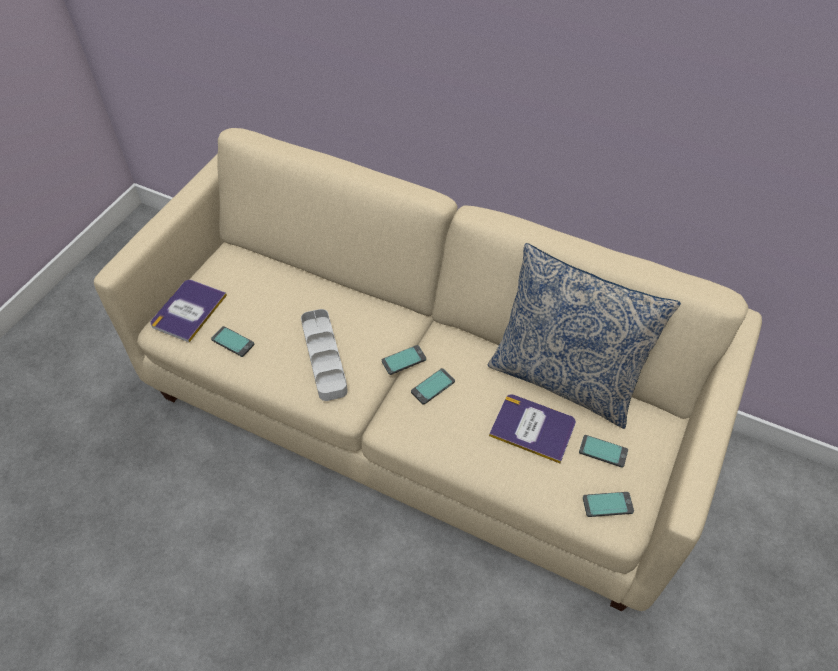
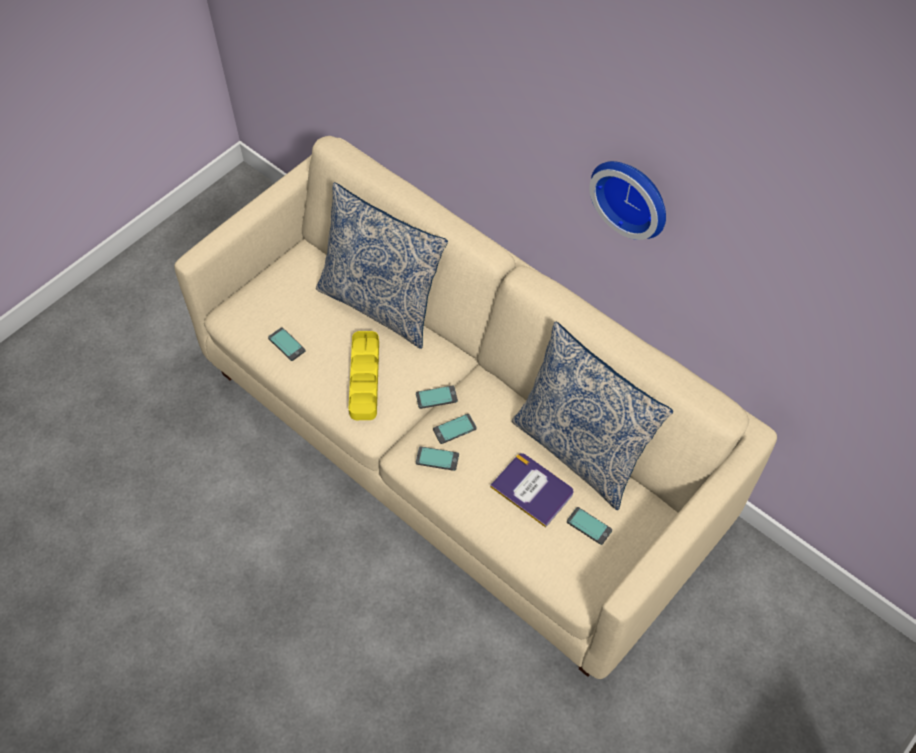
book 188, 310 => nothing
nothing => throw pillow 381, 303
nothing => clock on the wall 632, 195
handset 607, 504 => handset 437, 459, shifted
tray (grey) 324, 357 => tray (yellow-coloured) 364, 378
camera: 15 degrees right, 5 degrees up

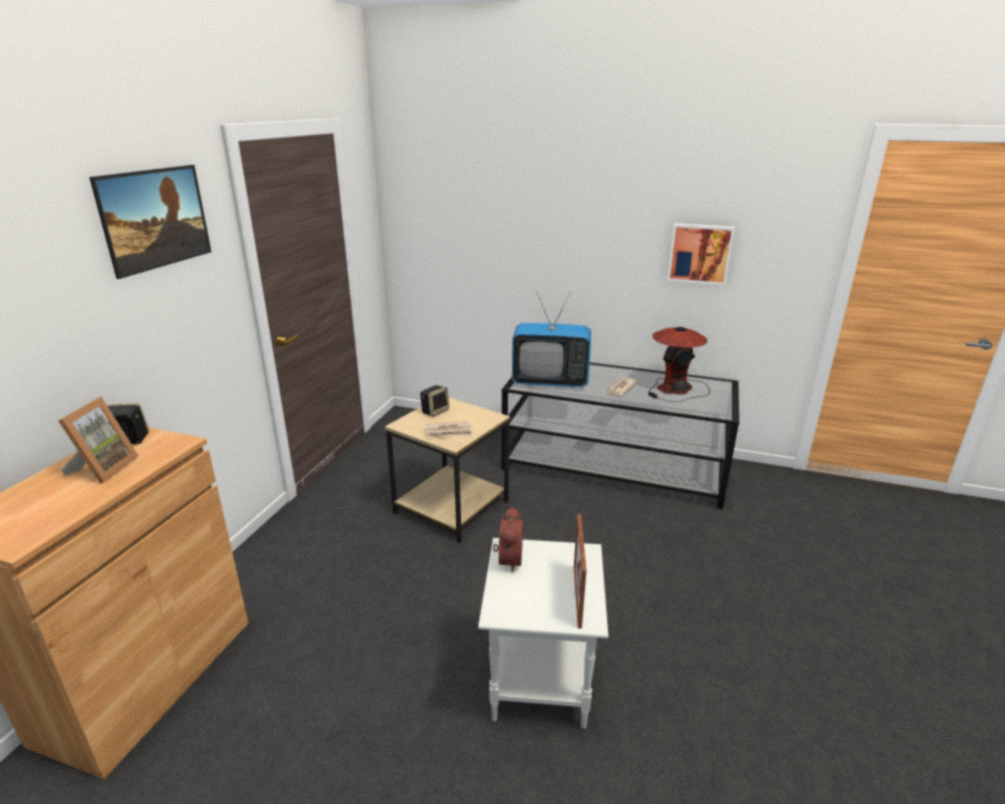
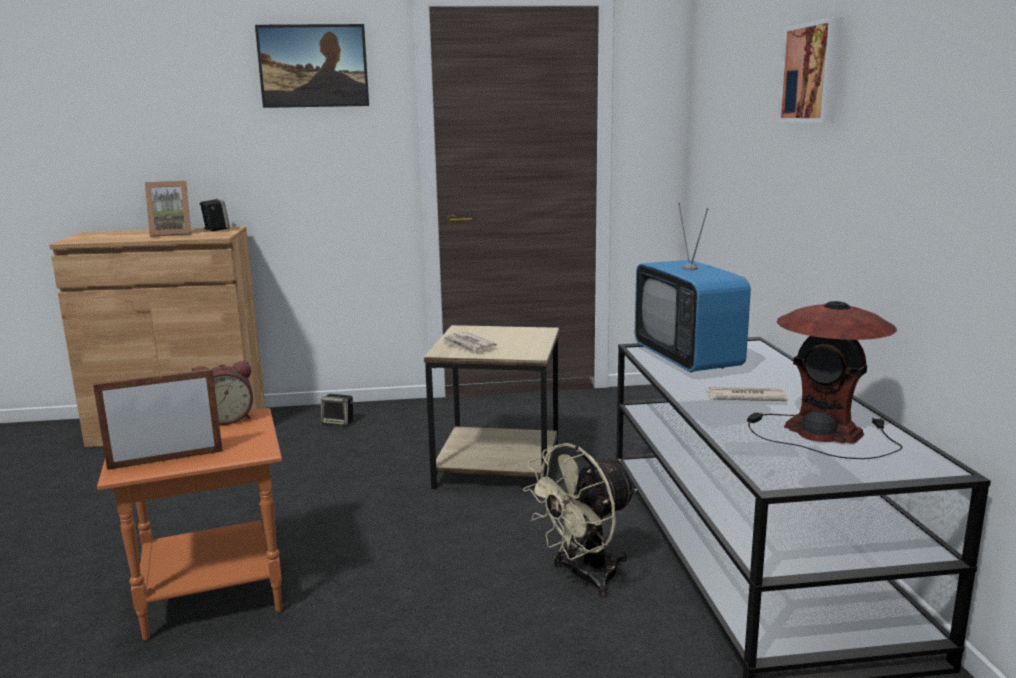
nothing => cooling fan (beige-coloured) 583, 577
loudspeaker 435, 411 => loudspeaker 339, 422, shifted
wall art 700, 253 => wall art 813, 73, shifted
end table (white) 540, 683 => end table (orangey) 211, 595
camera: 65 degrees right, 10 degrees down

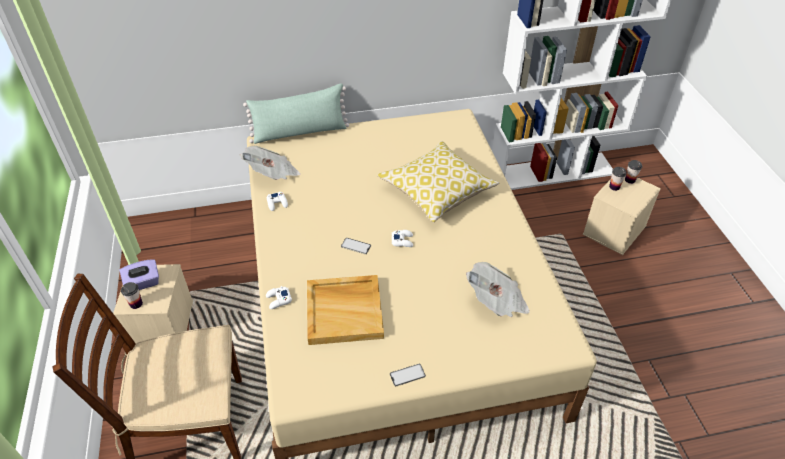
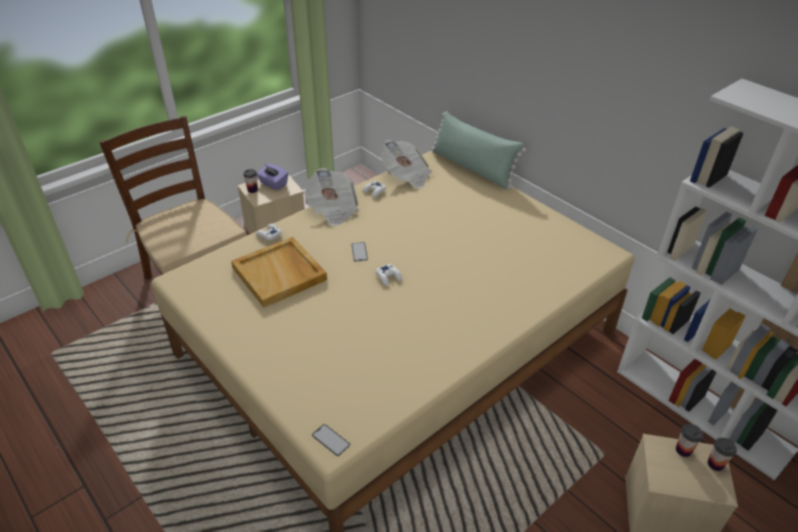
throw pillow 437, 191 => nothing
handset 407, 375 => handset 331, 440, shifted
daily paper 496, 302 => daily paper 332, 209, shifted
camera: 60 degrees right, 5 degrees down

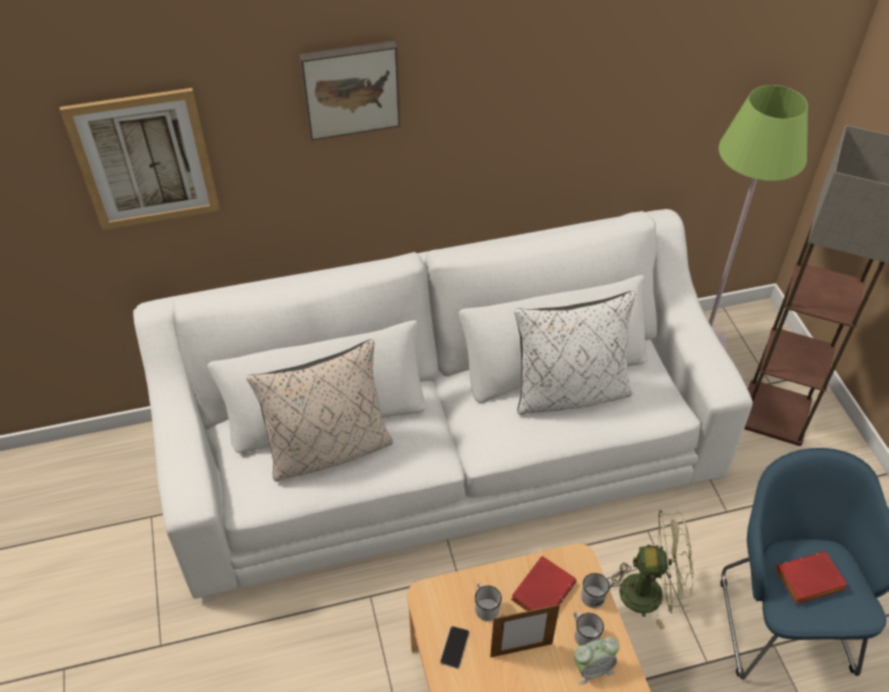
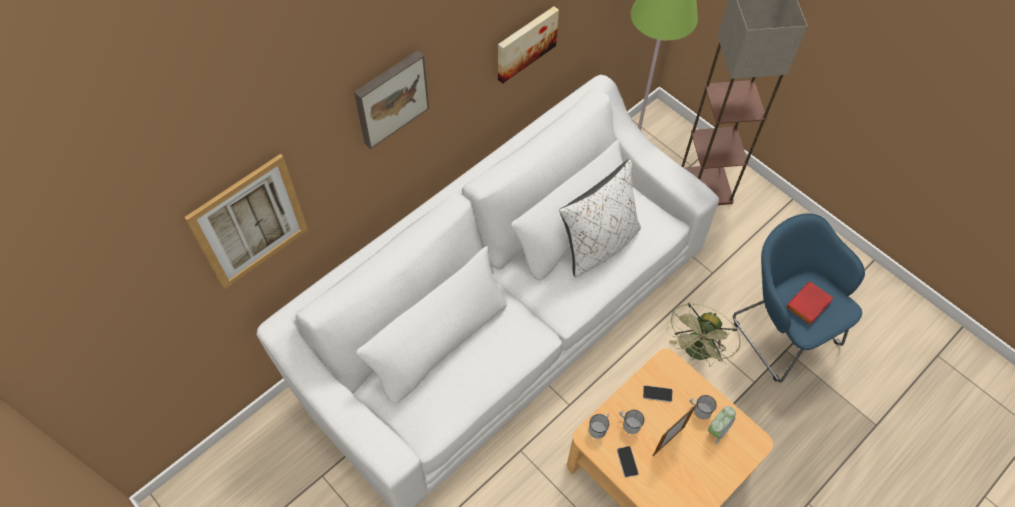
throw pillow (beige-coloured) 329, 449 => nothing
nothing => wall art 525, 43
mug (white) 596, 595 => mug (white) 599, 427, shifted
book (reddish) 542, 590 => handset 657, 394
cooling fan (greenish) 651, 592 => cooling fan (greenish) 697, 352, 150 degrees clockwise
camera: 30 degrees left, 10 degrees up

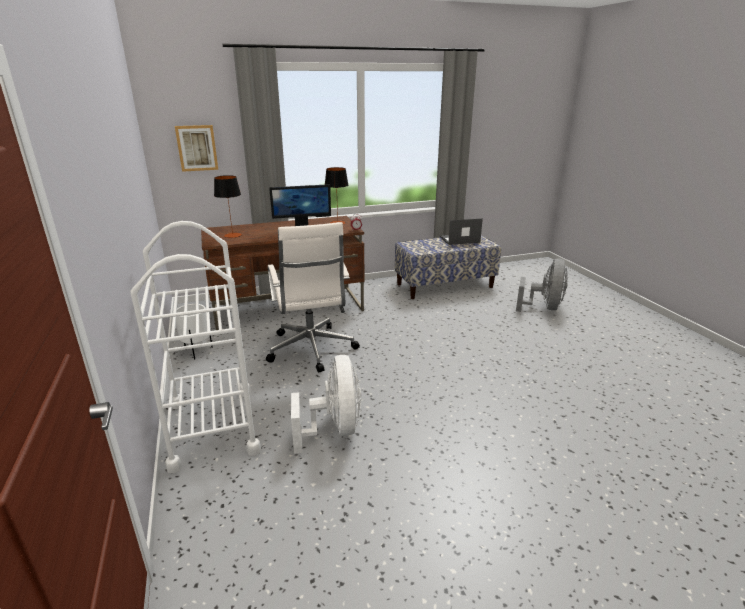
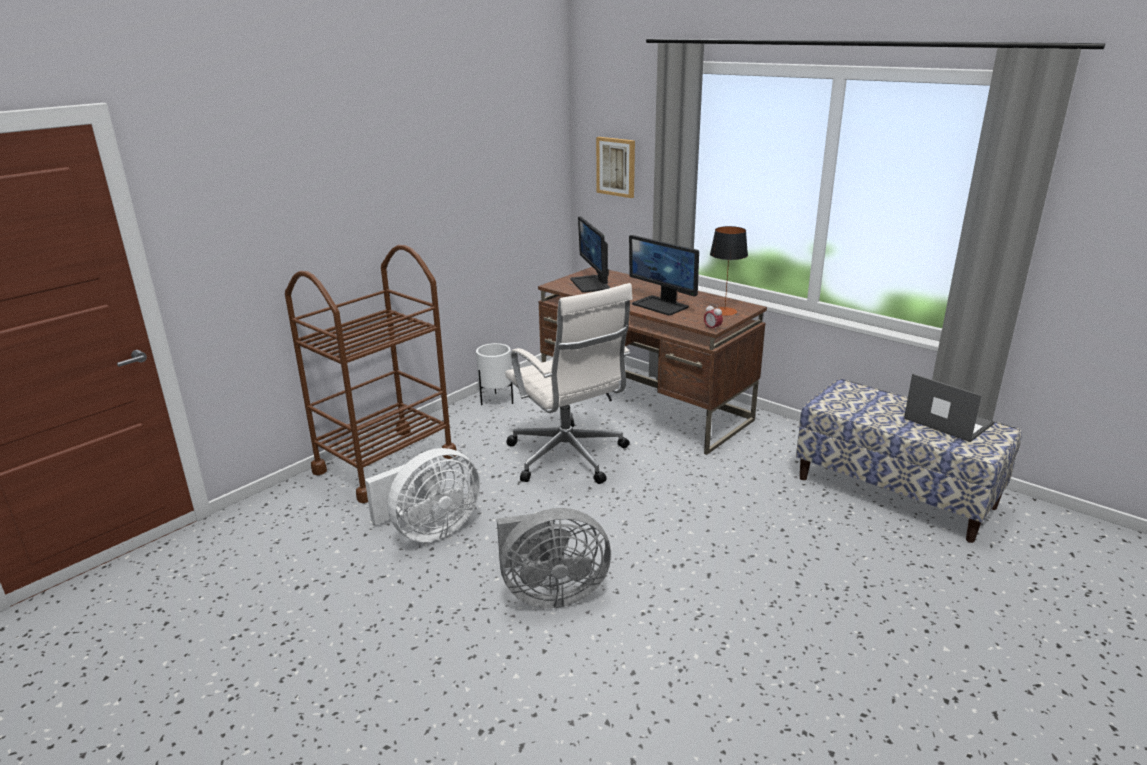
cooling fan (grey) 544, 307 => cooling fan (grey) 550, 593, shifted
tabletop lamp 232, 235 => monitor 591, 284
cart (white) 213, 427 => cart (brown-coloured) 385, 463
computer chair (white) 311, 350 => computer chair (white) 568, 457, 75 degrees counterclockwise
camera: 60 degrees right, 0 degrees up

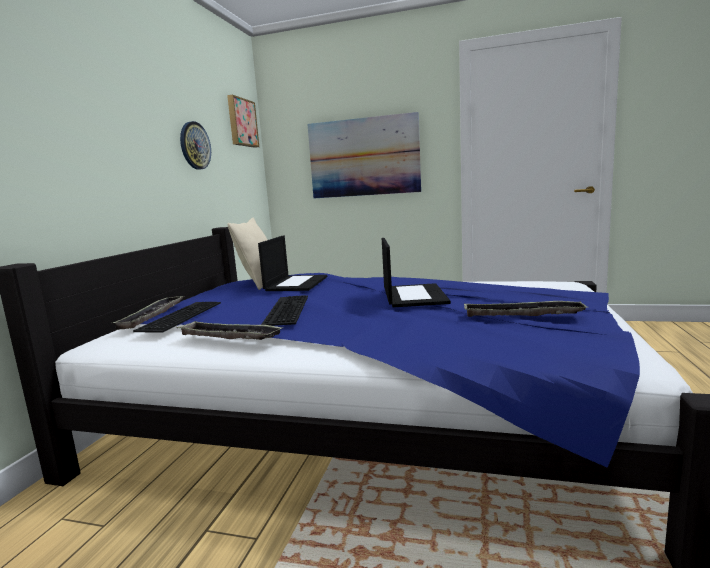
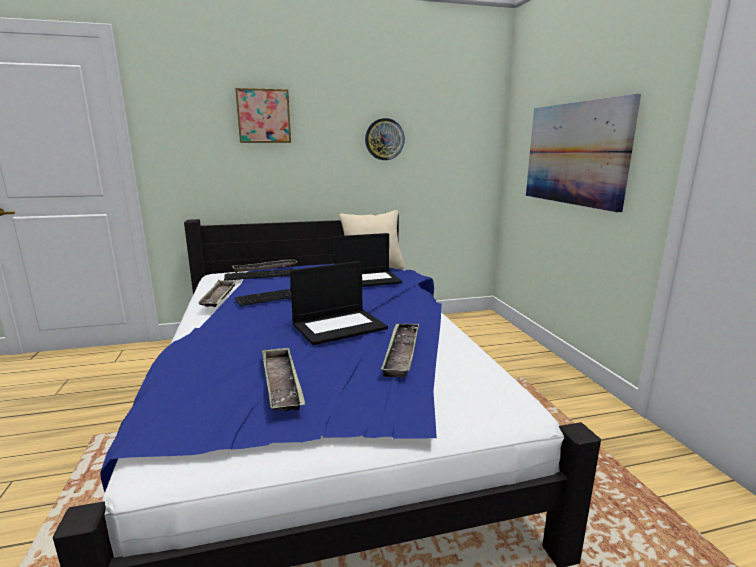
nothing => tray 401, 352
wall art 241, 122 => wall art 263, 116, shifted
camera: 60 degrees right, 5 degrees up

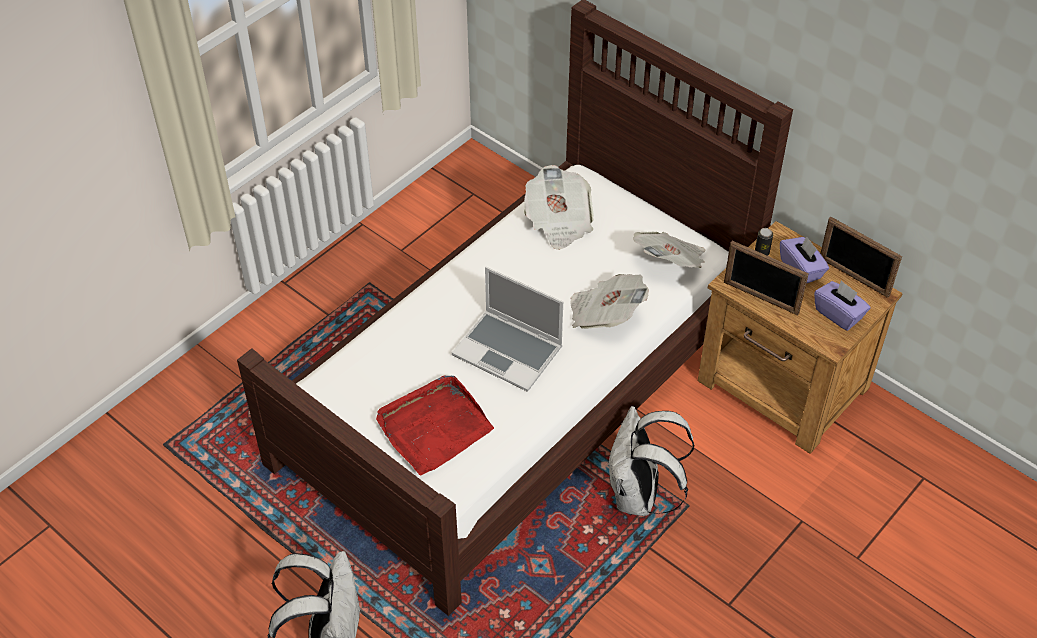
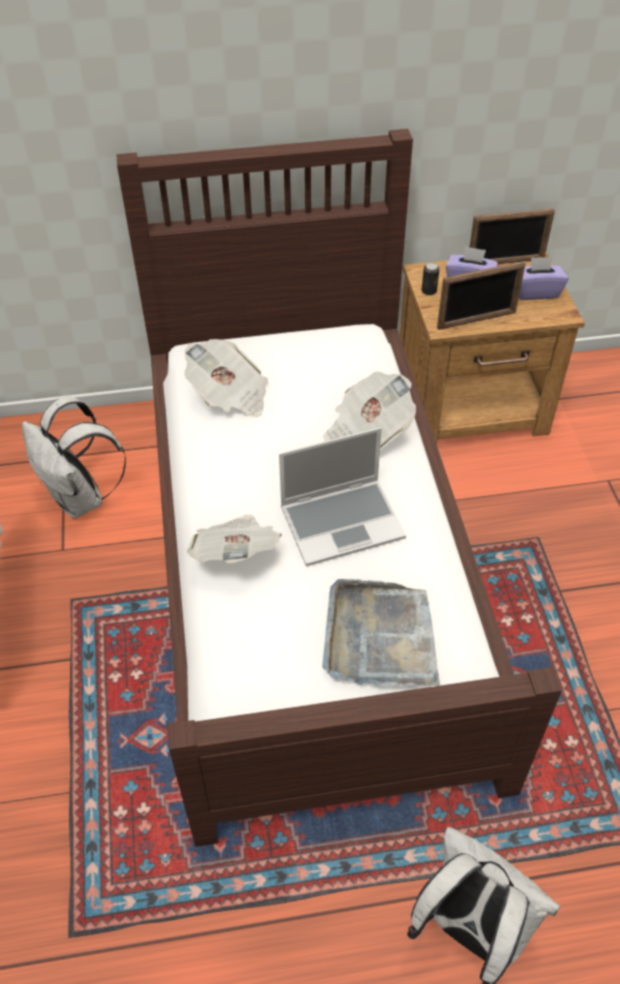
knapsack (white) 639, 496 => knapsack (white) 81, 498, shifted
daily paper 671, 262 => daily paper 236, 554, shifted
tray (reddish) 434, 427 => tray (grey) 380, 638
camera: 50 degrees left, 0 degrees up

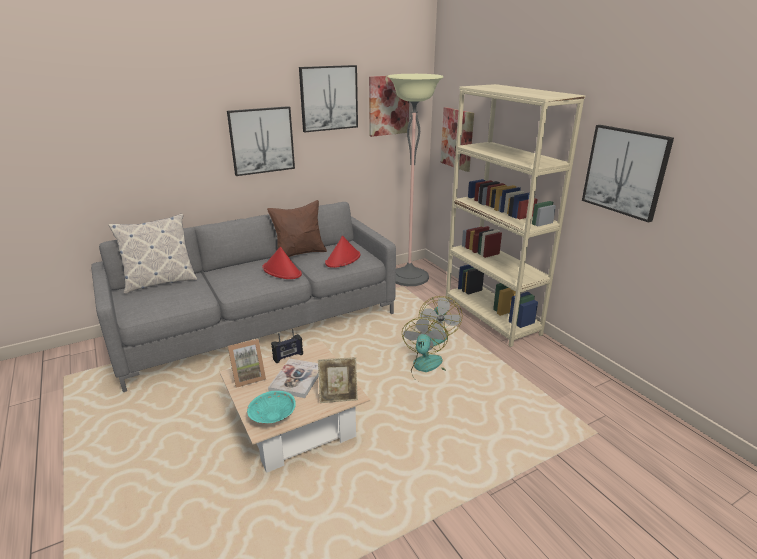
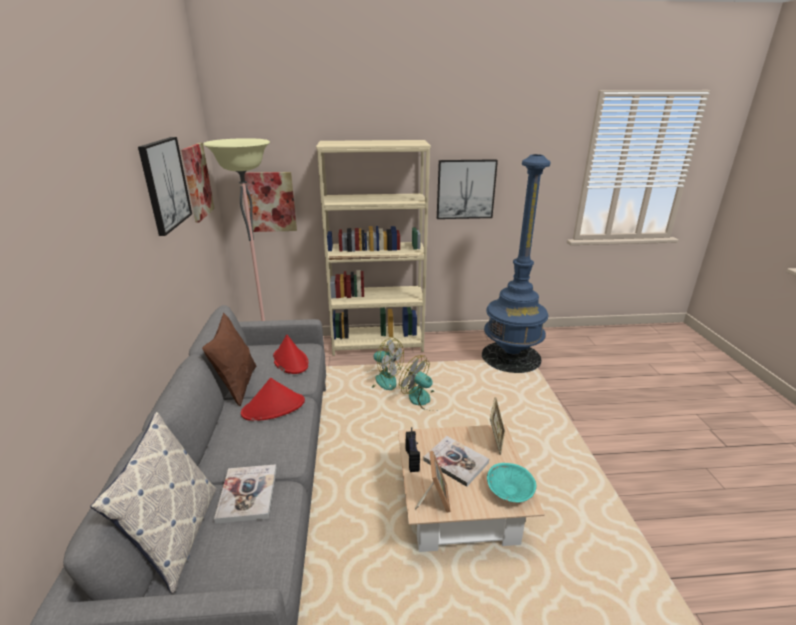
wall art 261, 140 => nothing
nothing => book 247, 494
nothing => floor lamp (bluish) 511, 357
camera: 65 degrees left, 0 degrees up

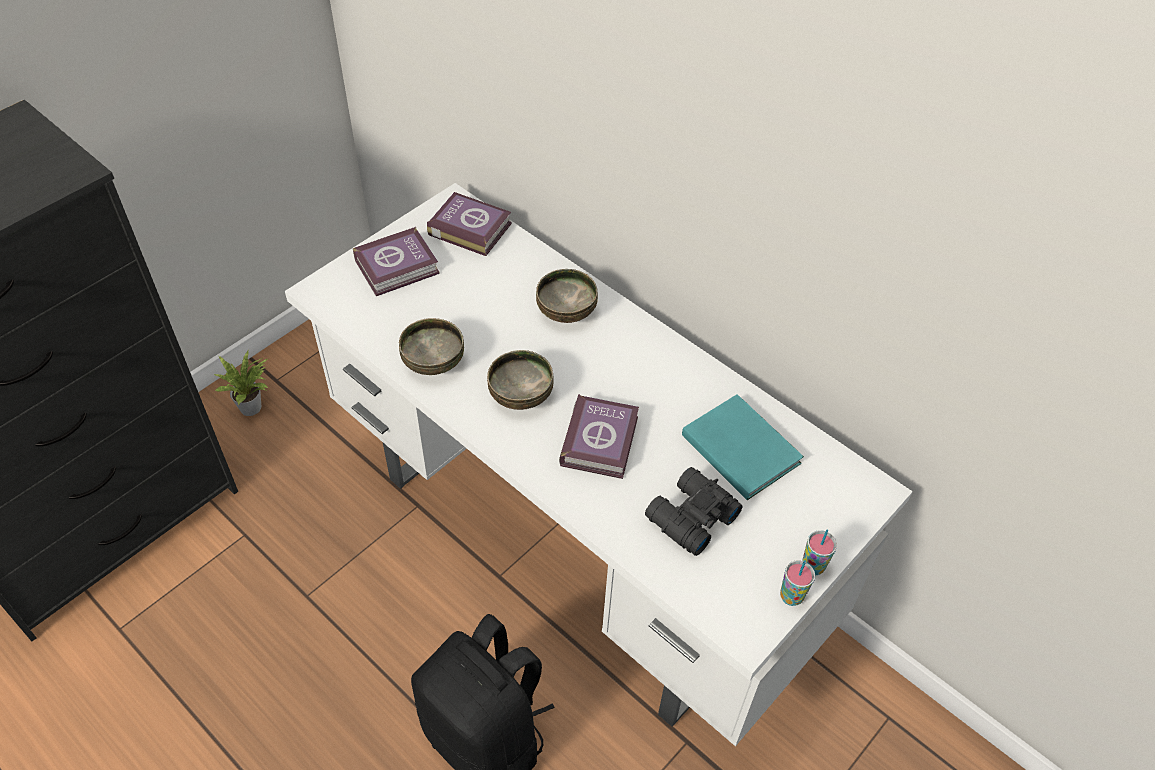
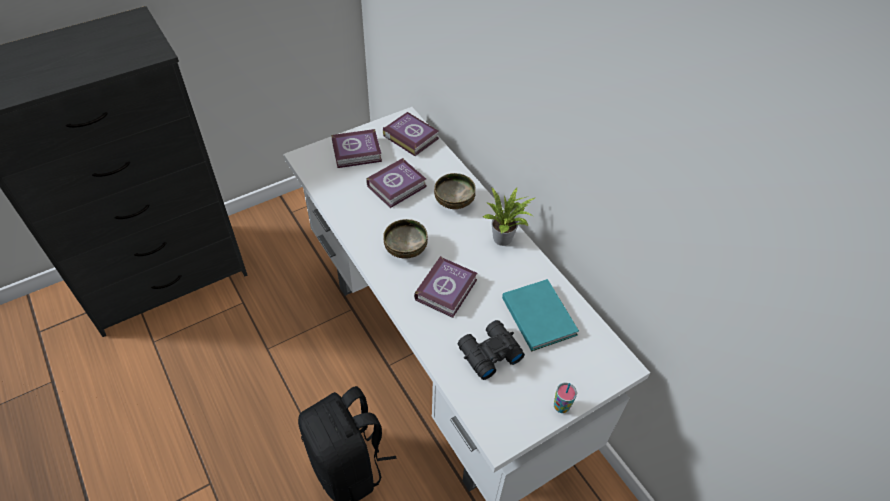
deep dish 432, 362 => nothing
small cup 791, 597 => nothing
nothing => book 398, 186
houseplant 253, 407 => houseplant 505, 238, shifted
camera: 15 degrees right, 0 degrees up

